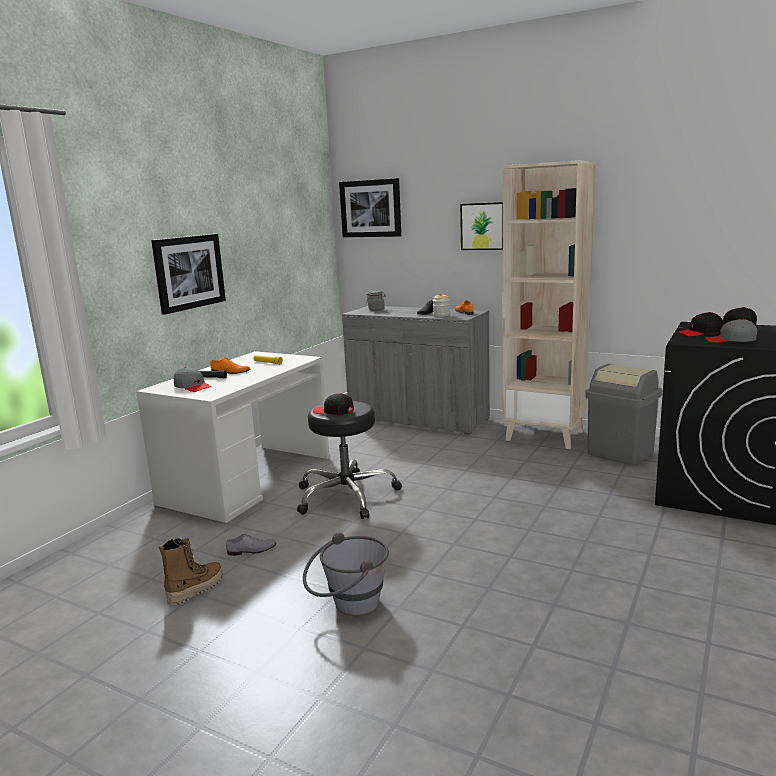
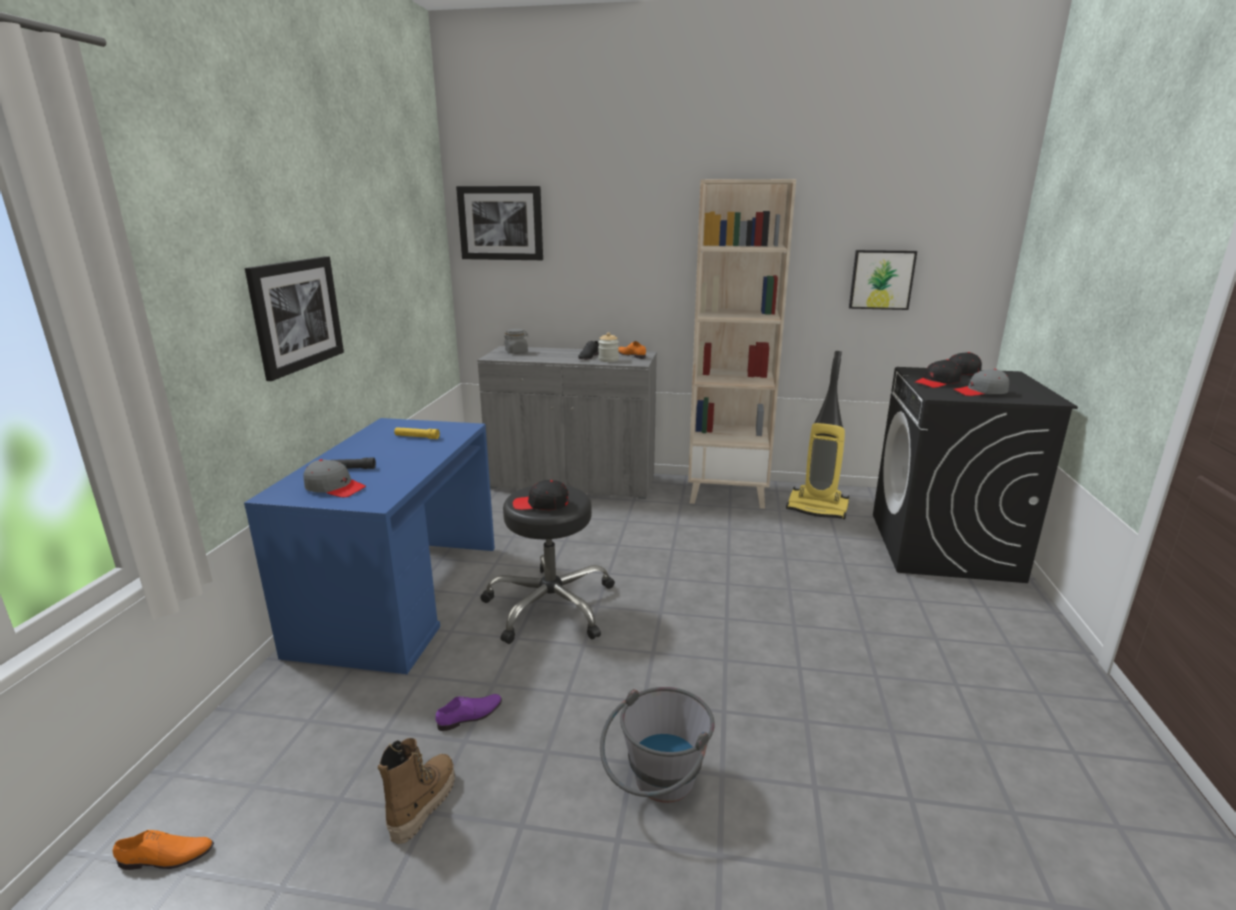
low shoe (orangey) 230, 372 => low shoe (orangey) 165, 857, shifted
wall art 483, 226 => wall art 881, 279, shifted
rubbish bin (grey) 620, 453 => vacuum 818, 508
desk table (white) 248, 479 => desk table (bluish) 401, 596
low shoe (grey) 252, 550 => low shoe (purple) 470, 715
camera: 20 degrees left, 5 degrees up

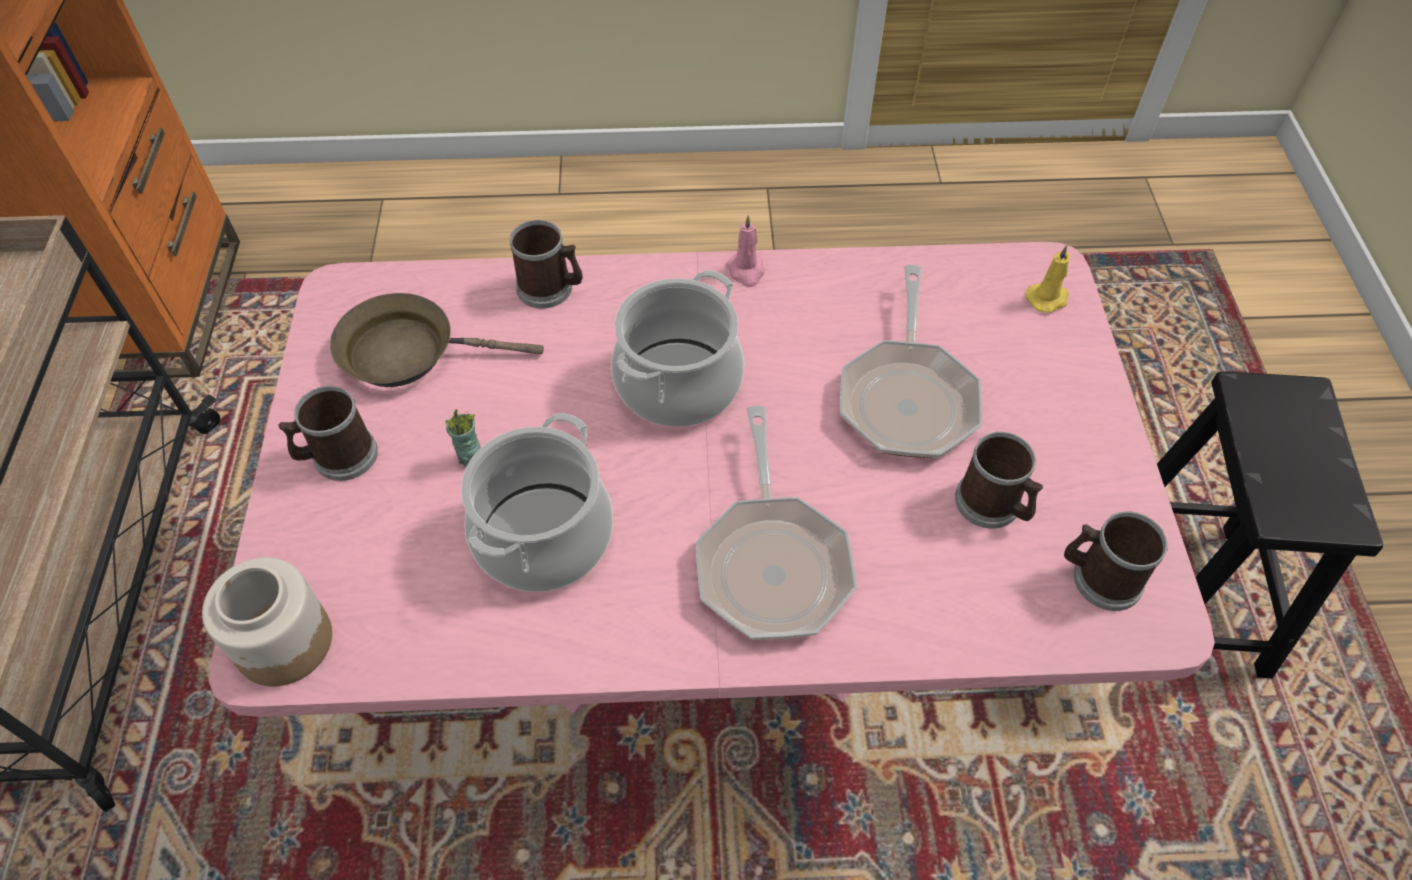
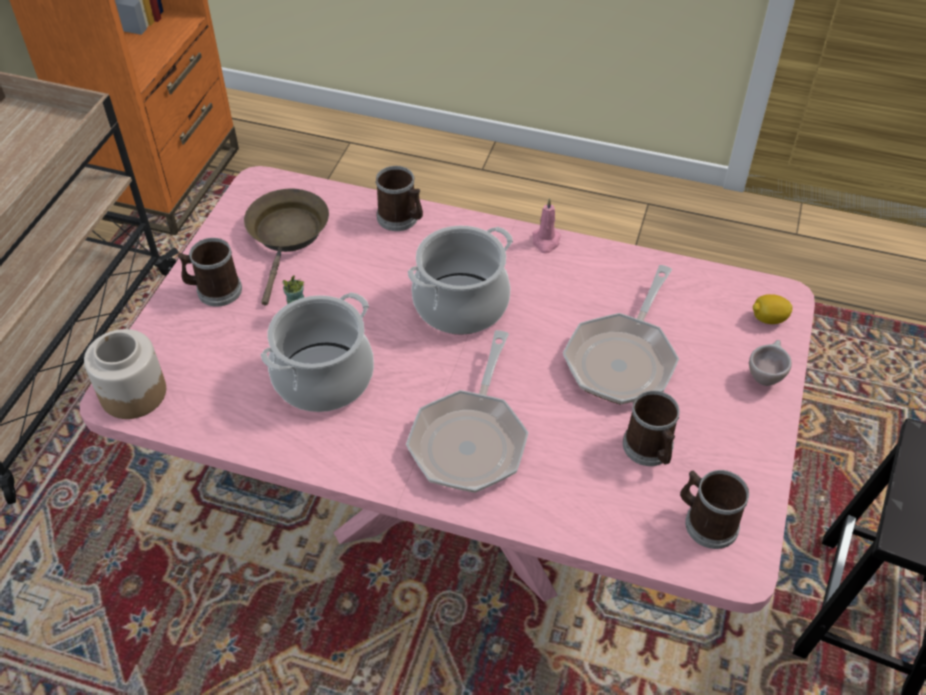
nothing => small cup (beige-coloured) 765, 375
wax light (yellow-coloured) 1048, 298 => citrus fruit 768, 319
skillet (brown-coloured) 408, 352 => skillet (brown-coloured) 288, 236, 75 degrees clockwise
camera: 20 degrees right, 5 degrees down

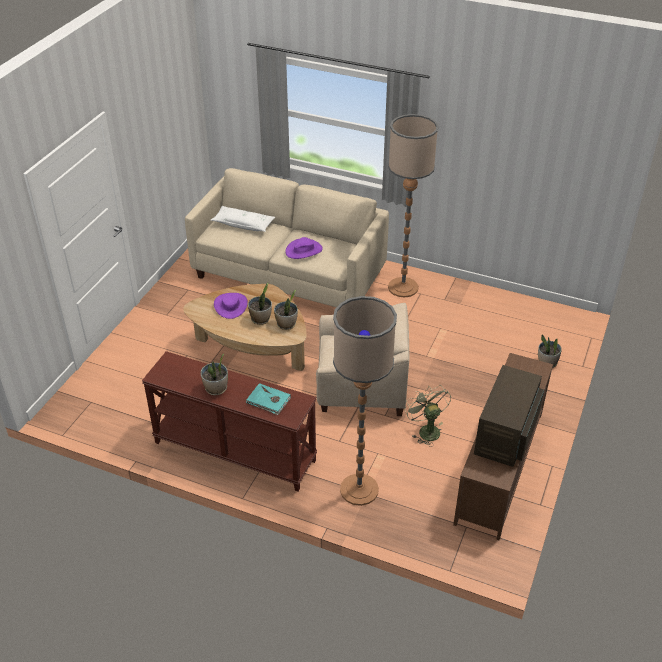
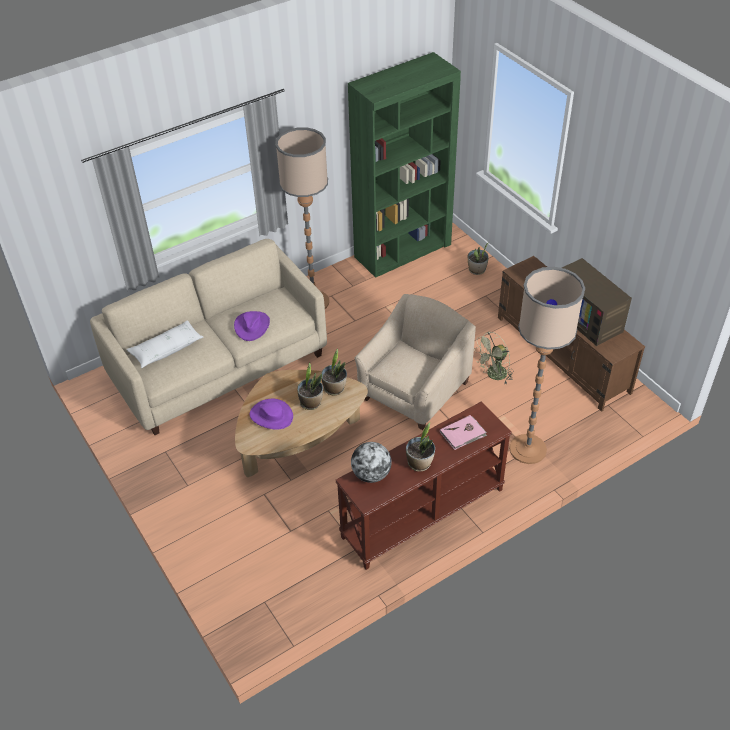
nothing => shelving unit (greenish) 403, 250
nothing => desk globe 371, 474
book (turquoise) 268, 401 => book (pink) 463, 434
cooling fan (greenish) 426, 430 => cooling fan (greenish) 493, 375, 45 degrees counterclockwise
camera: 55 degrees left, 5 degrees up

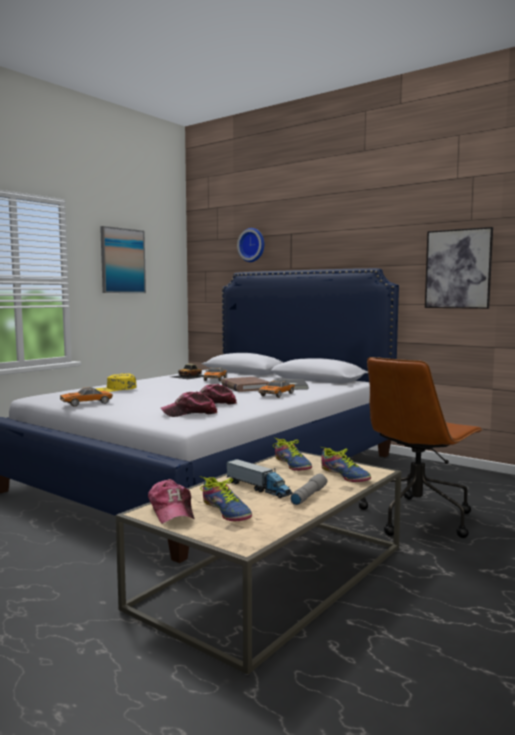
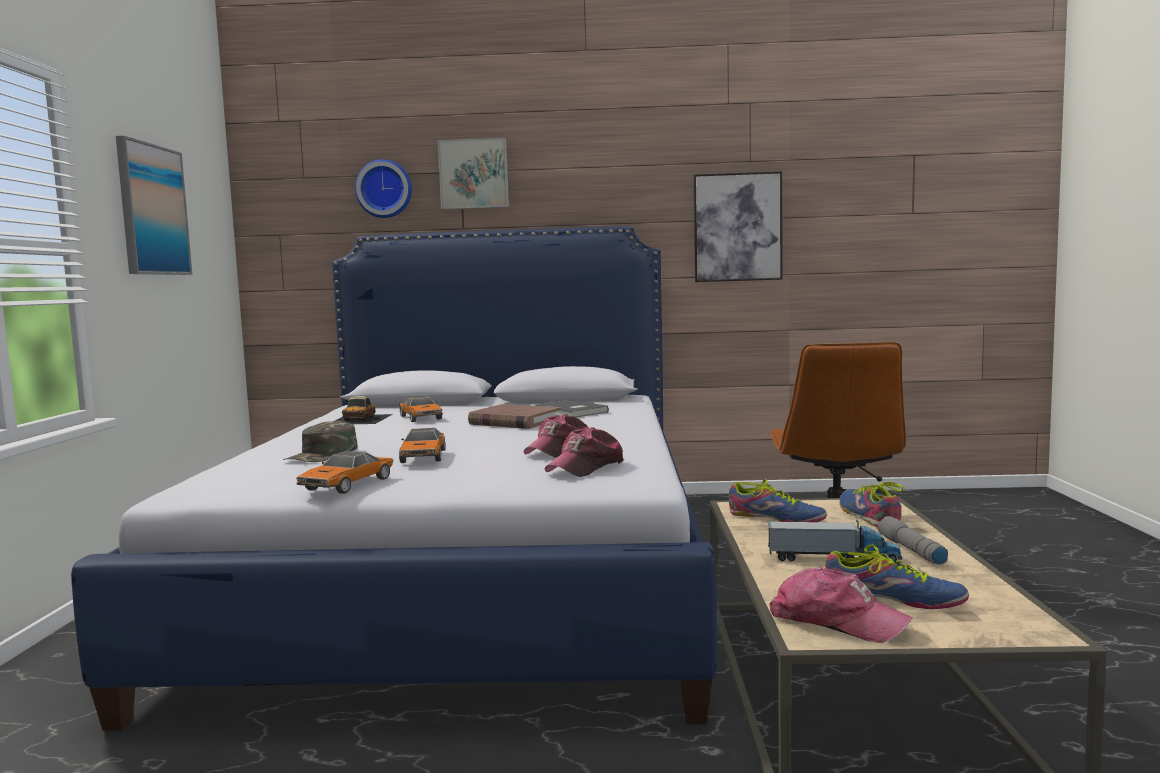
nothing => wall art 474, 174
model car 276, 394 => model car 423, 456, shifted
cap (yellow-coloured) 115, 389 => cap (greenish) 322, 454
low shoe 345, 475 => low shoe 868, 516, 120 degrees counterclockwise
camera: 35 degrees left, 0 degrees up

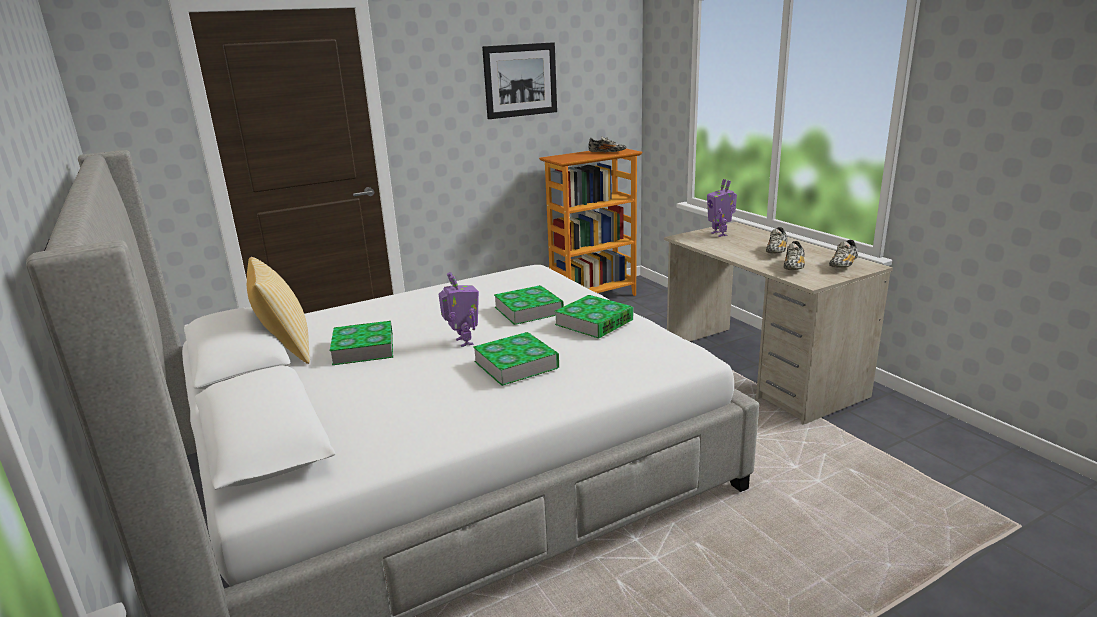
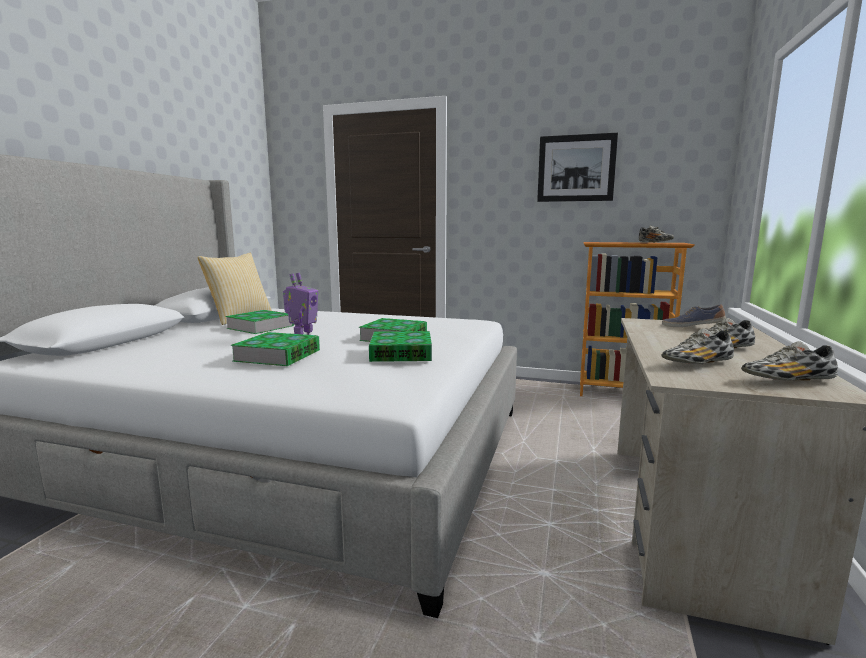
robot figure 720, 234 => low shoe 692, 327
camera: 45 degrees right, 10 degrees down

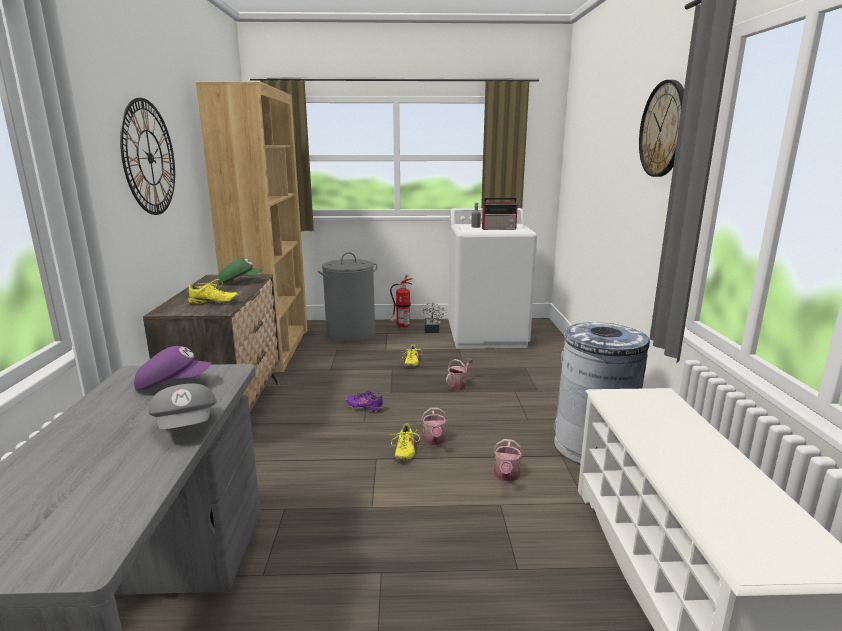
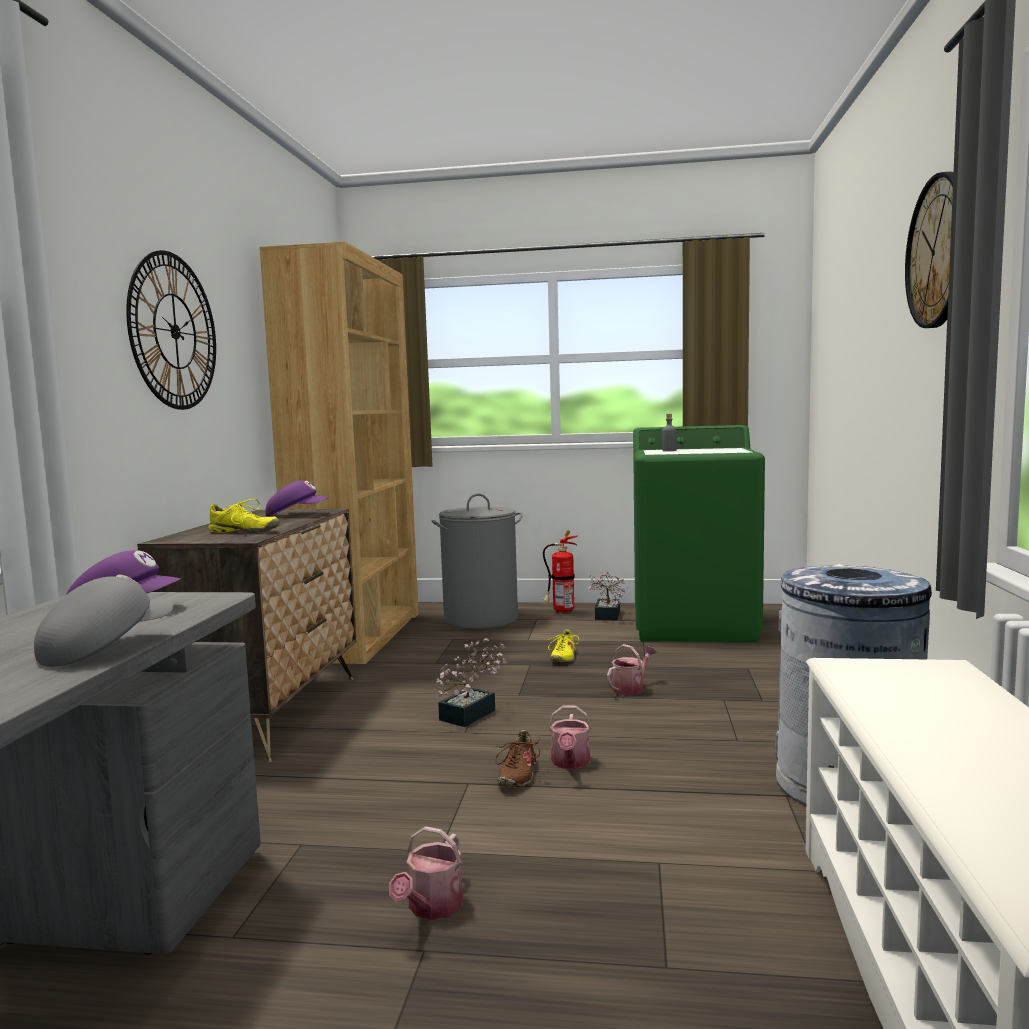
radio receiver 499, 228 => nothing
watering can 506, 476 => watering can 431, 908, shifted
low shoe (purple) 365, 407 => houseplant 472, 713
cap (greenish) 240, 282 => cap (purple) 297, 515
low shoe (yellow-coloured) 404, 451 => low shoe (brown-coloured) 517, 774
washing machine (white) 487, 335 => washing machine (greenish) 695, 625
cap (grey) 187, 425 => cap (grey) 106, 648, 135 degrees counterclockwise
camera: 10 degrees right, 10 degrees down

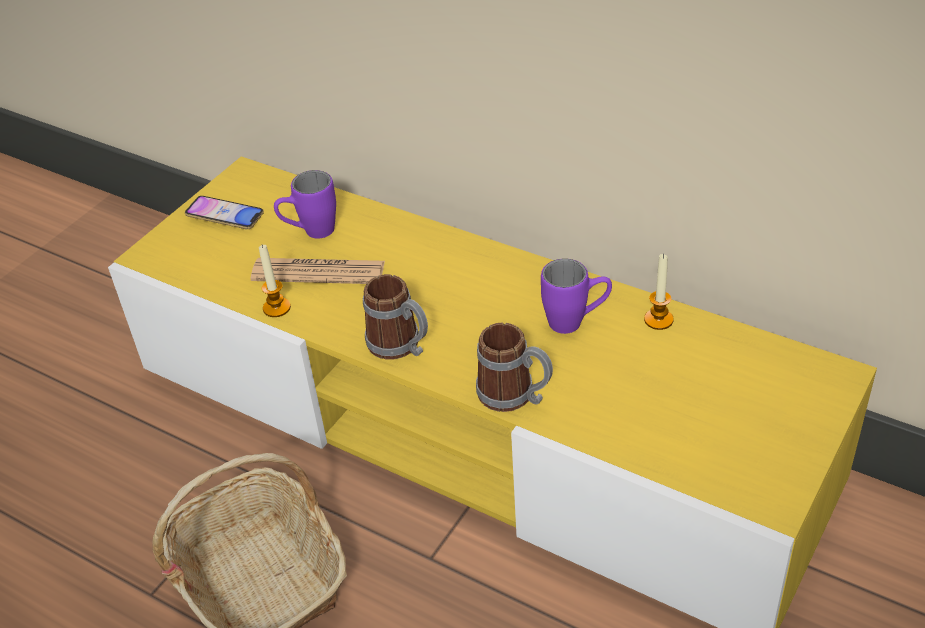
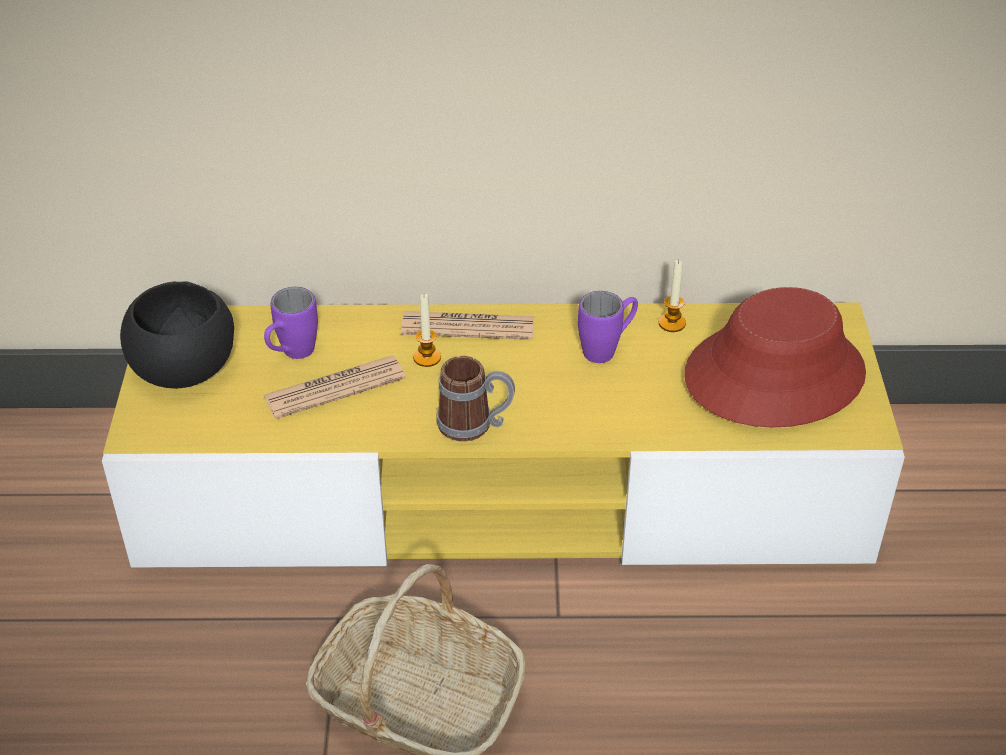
mug 515, 396 => nothing
nothing => daily paper 468, 326
nothing => clothing hat (reddish) 774, 374
wax light 276, 308 => wax light 427, 357, shifted
handset 225, 217 => deep dish (black-coloured) 186, 369
camera: 35 degrees left, 0 degrees up

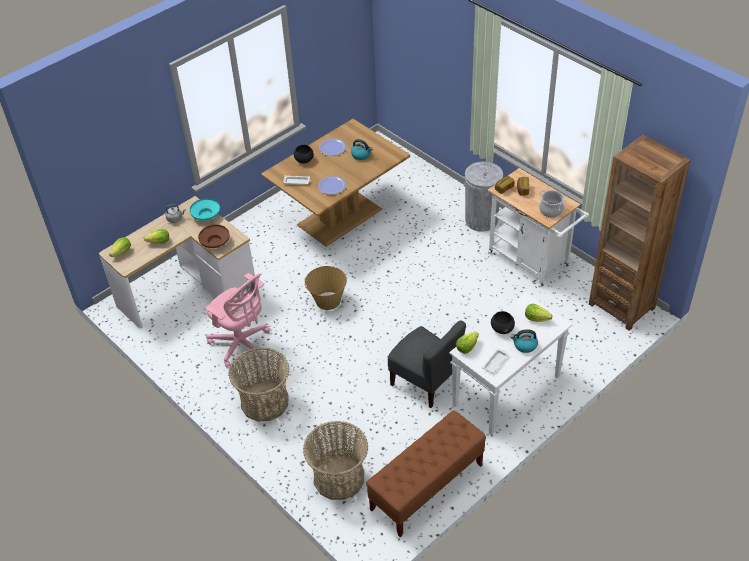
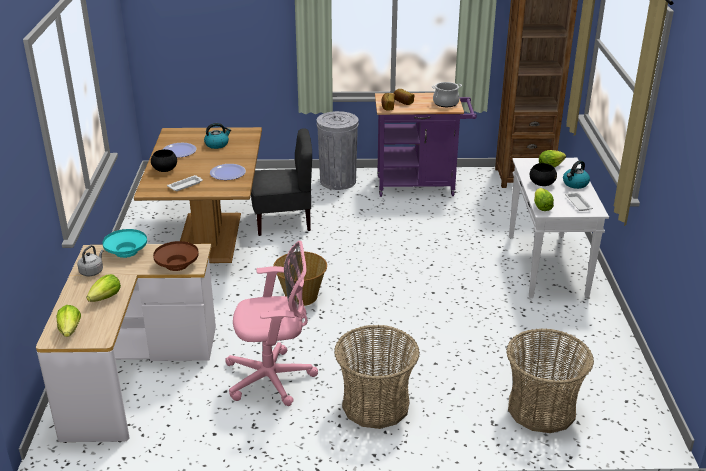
long seat (brown-coloured) 426, 487 => nothing
upright chair (grey) 425, 382 => upright chair (grey) 283, 221, shifted
cart (white) 532, 262 => cart (purple) 421, 185
camera: 50 degrees left, 15 degrees down

